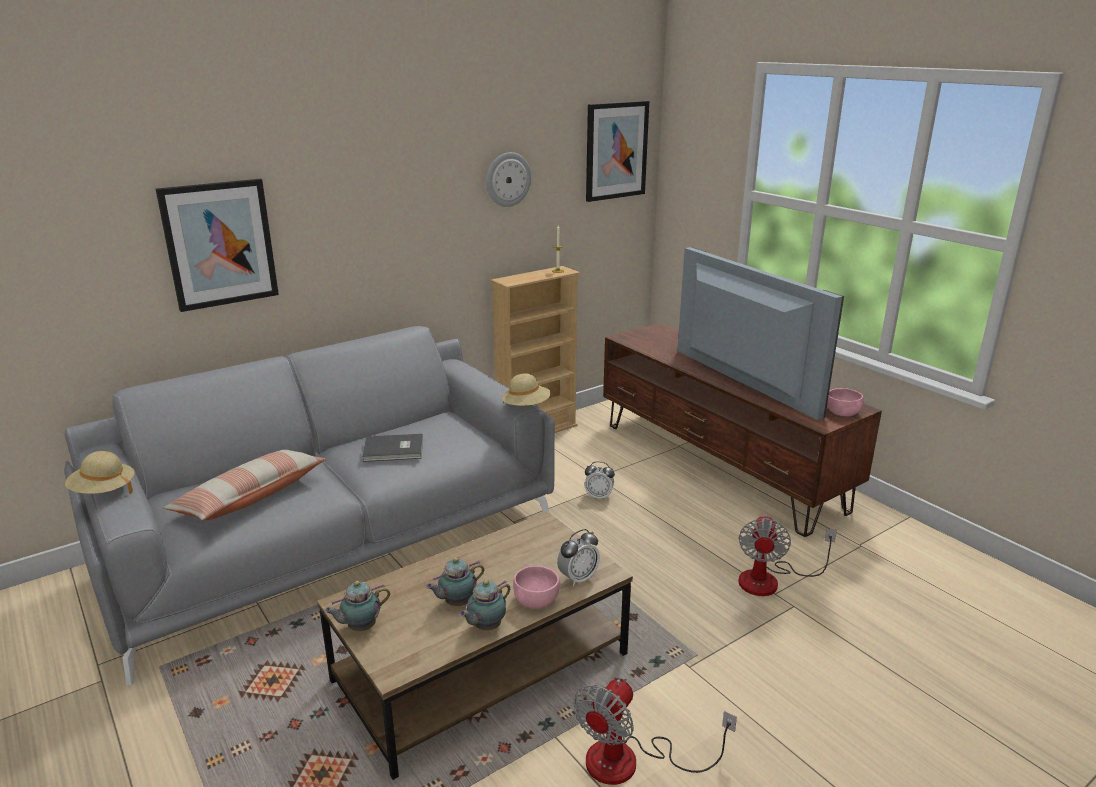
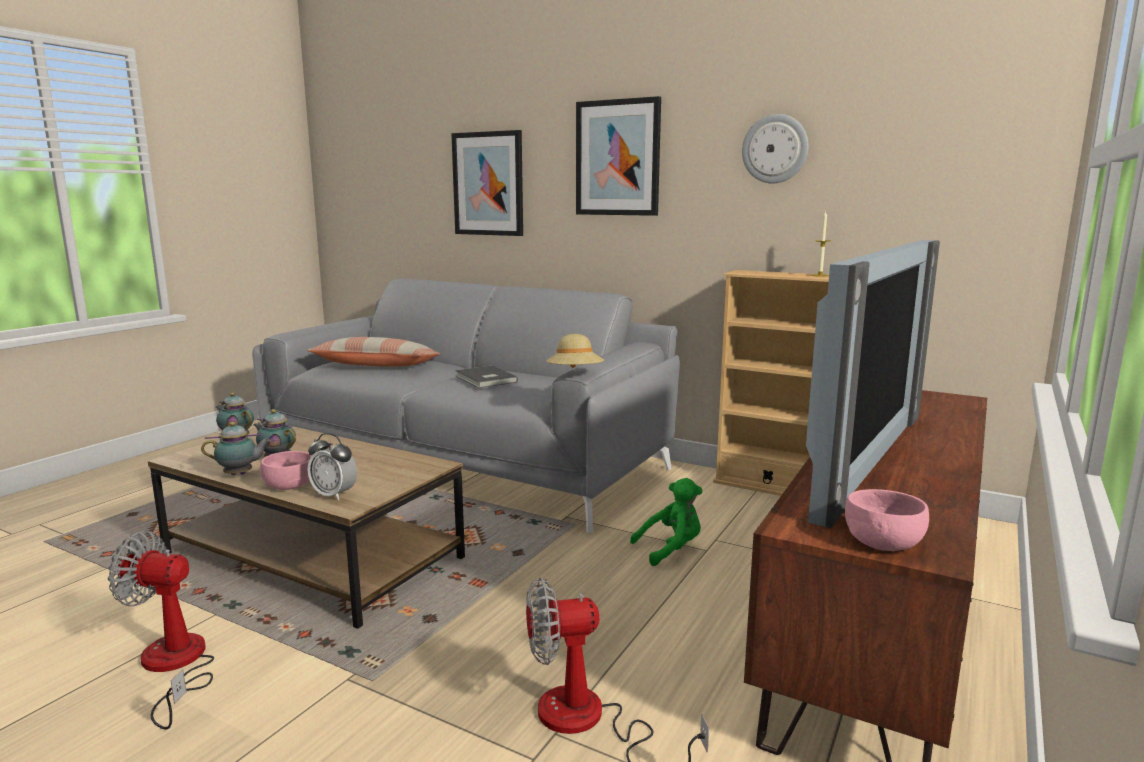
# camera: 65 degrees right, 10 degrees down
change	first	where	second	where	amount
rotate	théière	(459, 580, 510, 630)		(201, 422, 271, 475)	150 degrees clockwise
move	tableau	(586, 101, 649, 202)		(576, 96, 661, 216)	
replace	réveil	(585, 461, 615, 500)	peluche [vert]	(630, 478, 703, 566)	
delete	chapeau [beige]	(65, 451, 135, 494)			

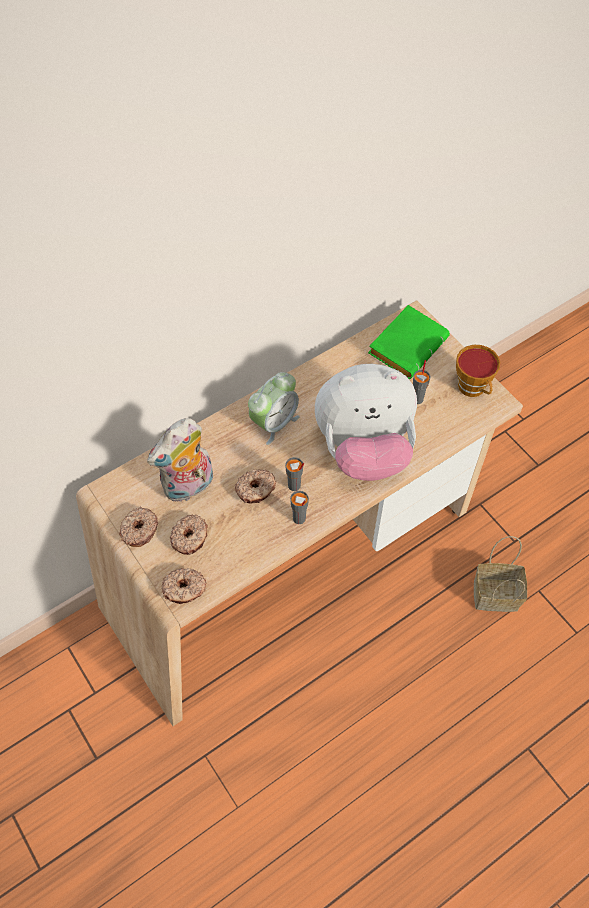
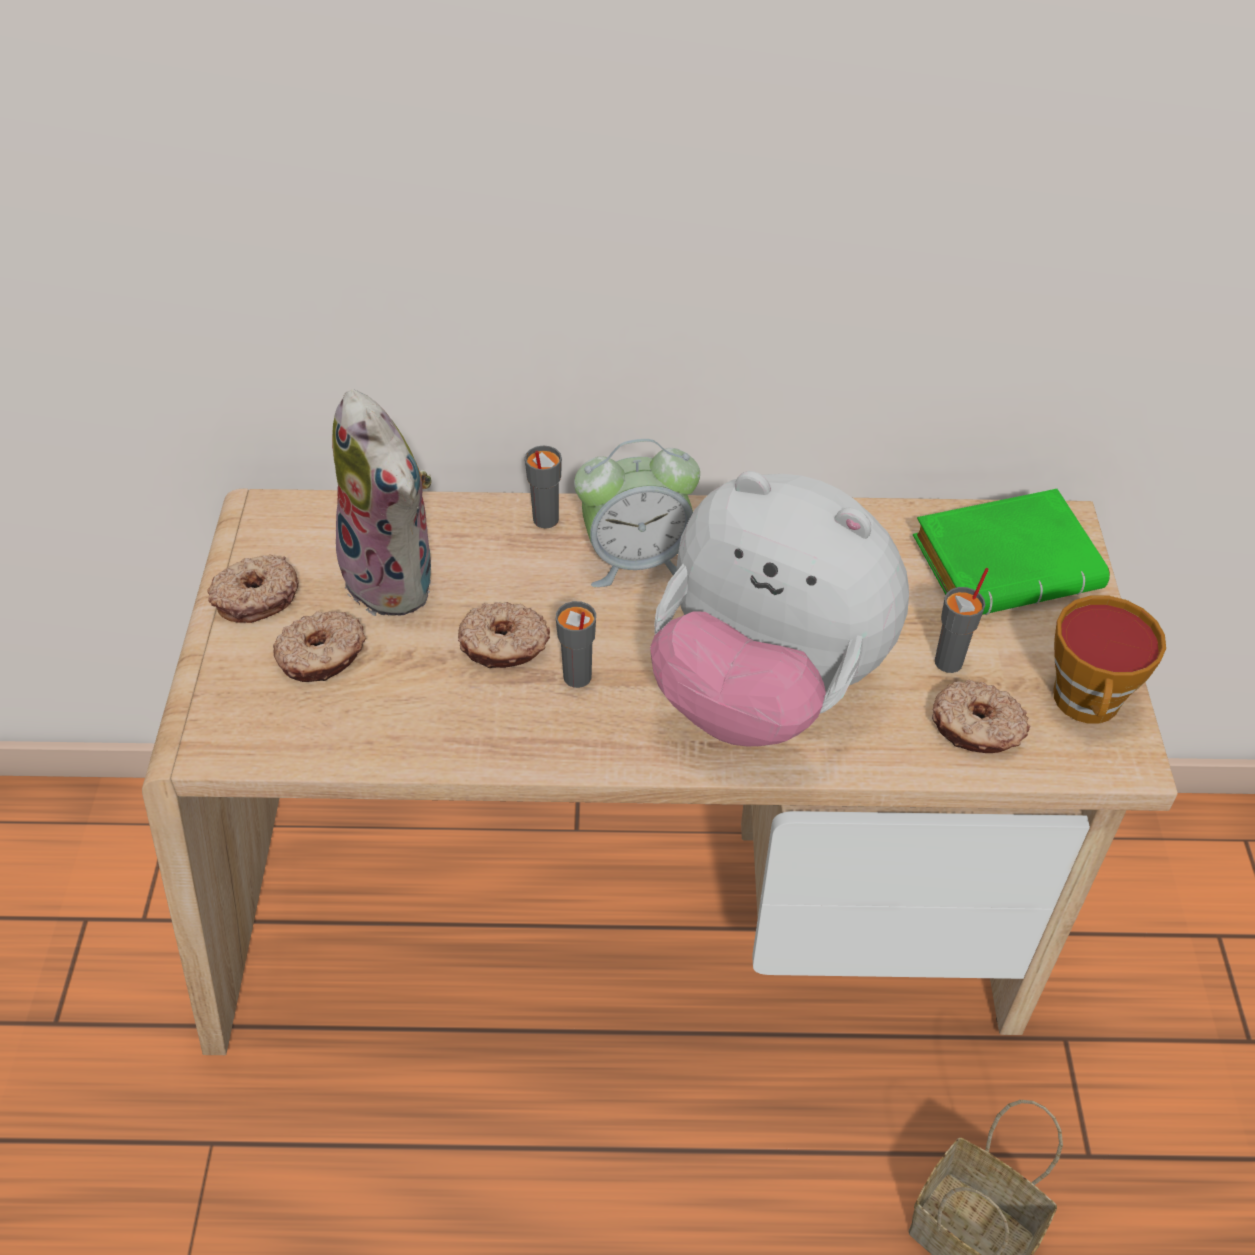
# camera: 35 degrees right, 10 degrees down
change	first	where	second	where	amount
rotate	peluche	(147, 418, 213, 502)		(332, 390, 433, 616)	120 degrees counterclockwise
move	tasse [gris]	(290, 491, 309, 524)		(525, 445, 562, 529)	
move	beignet	(162, 568, 206, 604)		(932, 679, 1030, 753)	

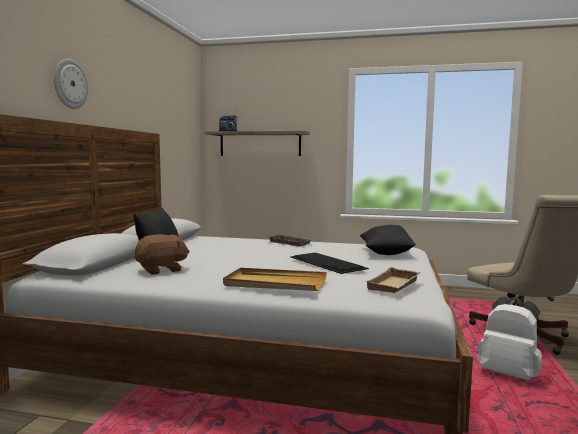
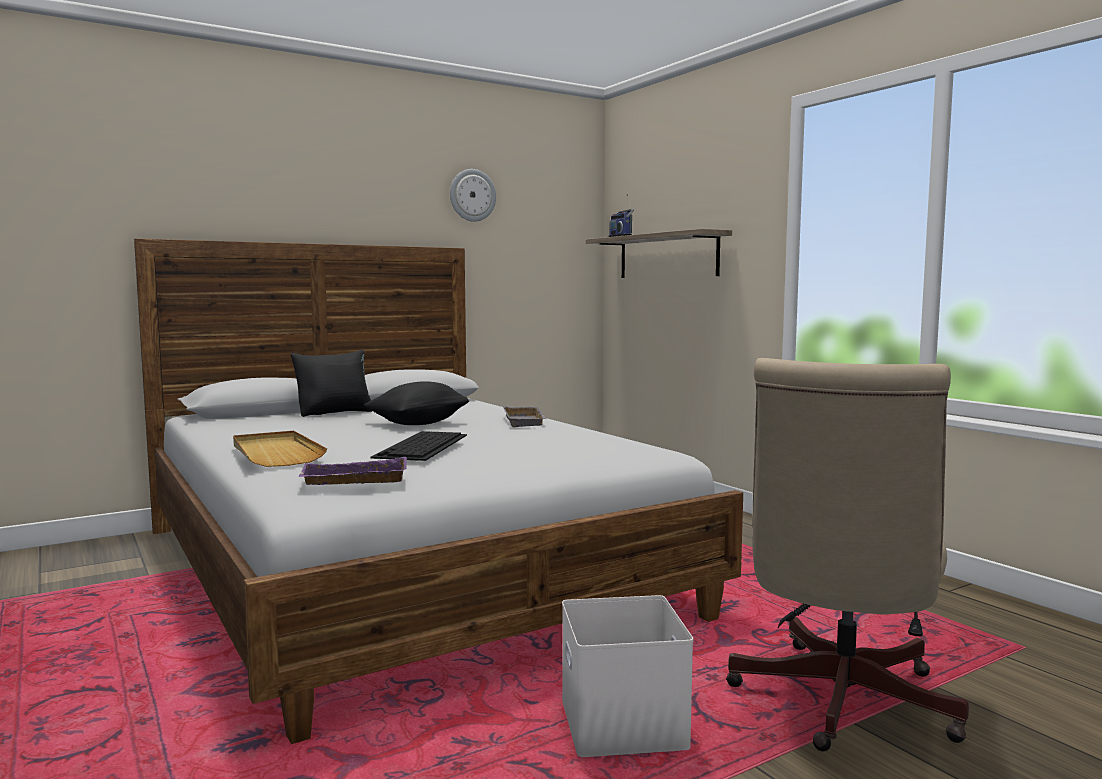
# camera: 45 degrees right, 0 degrees up
change	first	where	second	where	amount
recolor	plateau [beige]	(366, 267, 421, 293)	plateau [violet]	(298, 457, 407, 485)	
move	coussin [noir]	(360, 225, 416, 255)		(364, 381, 470, 425)	
move	horloge murale	(54, 59, 88, 109)		(450, 169, 496, 222)	
replace	sac à dos [blanc]	(477, 296, 542, 380)	boîte de rangement [blanc]	(562, 595, 694, 757)	
delete	peluche [marron]	(134, 234, 190, 275)			

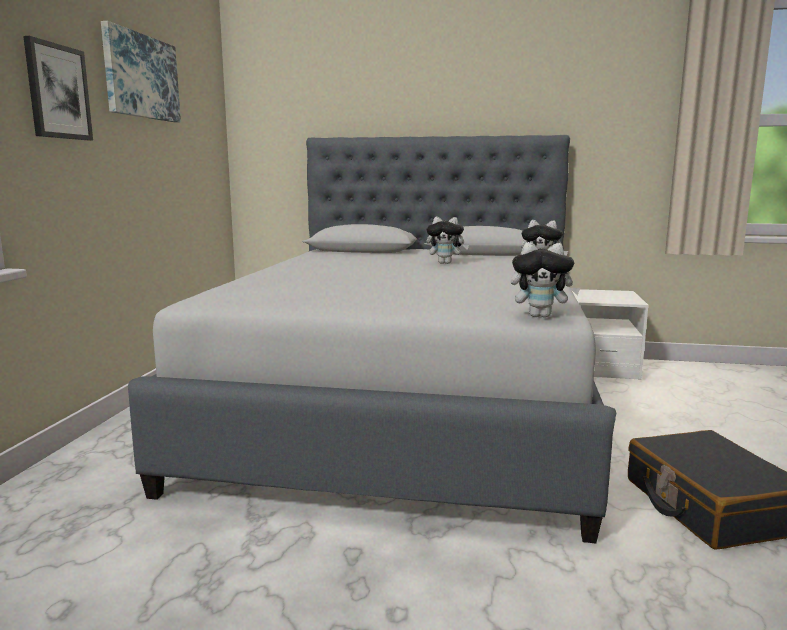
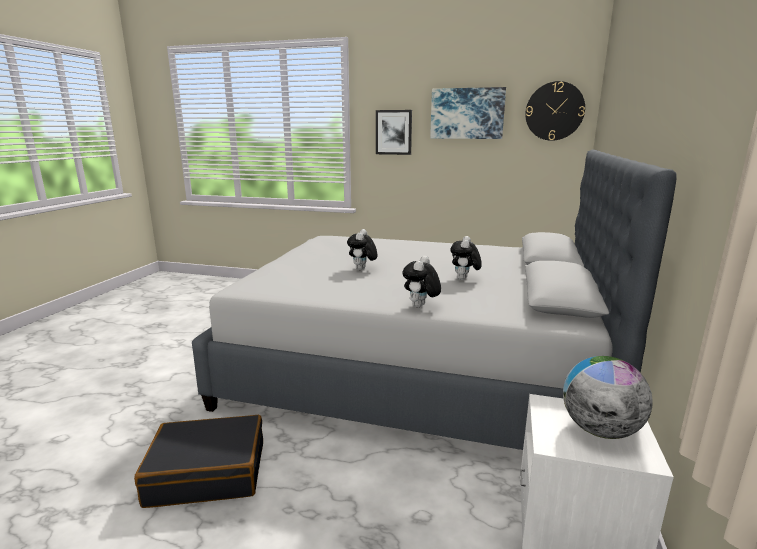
# camera: 95 degrees right, 5 degrees up
change	first	where	second	where	amount
move	peluche	(511, 242, 581, 318)		(347, 229, 378, 270)	
insert			horloge murale	(525, 81, 585, 141)	
insert			globe	(563, 356, 653, 439)	

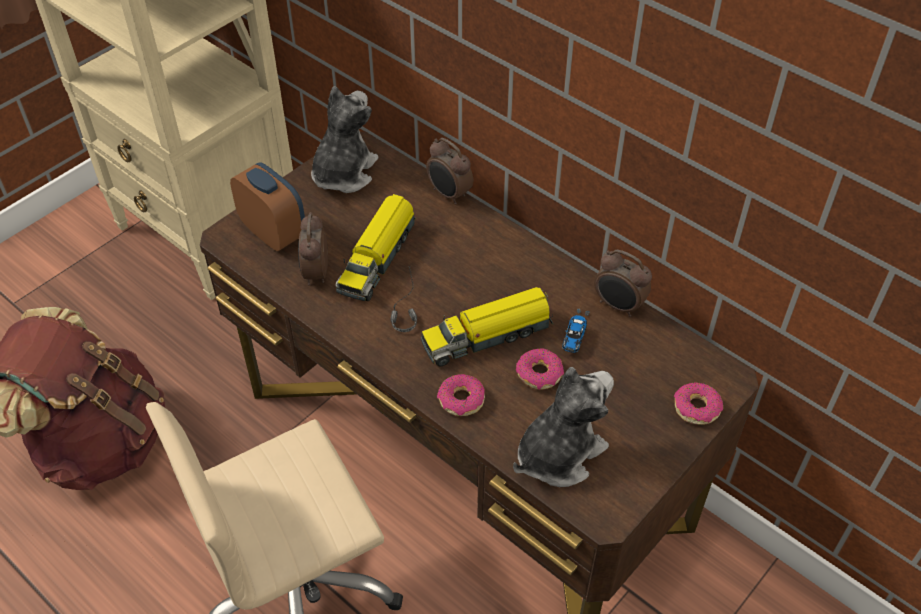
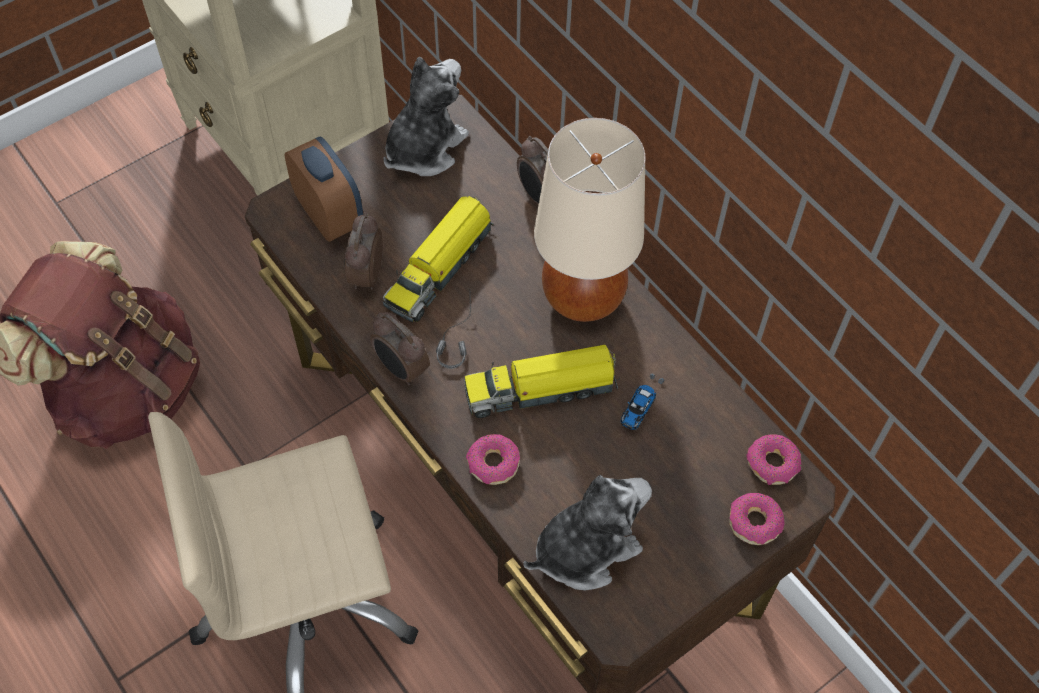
# camera: 10 degrees right, 10 degrees up
change	first	where	second	where	amount
move	réveil	(594, 250, 652, 317)		(370, 312, 430, 386)	
insert			lampe de table [beige]	(534, 118, 645, 322)	
move	beignet	(516, 348, 564, 390)		(746, 435, 801, 485)	

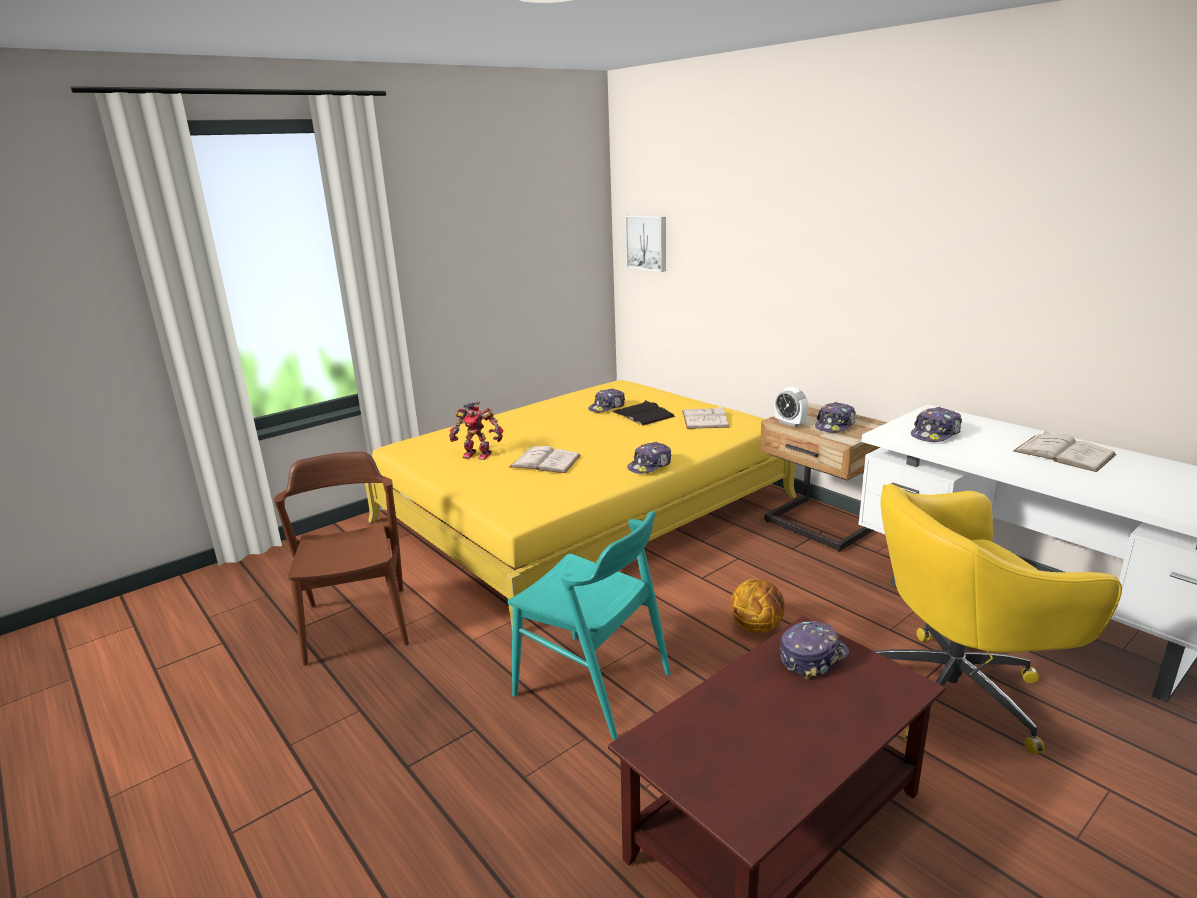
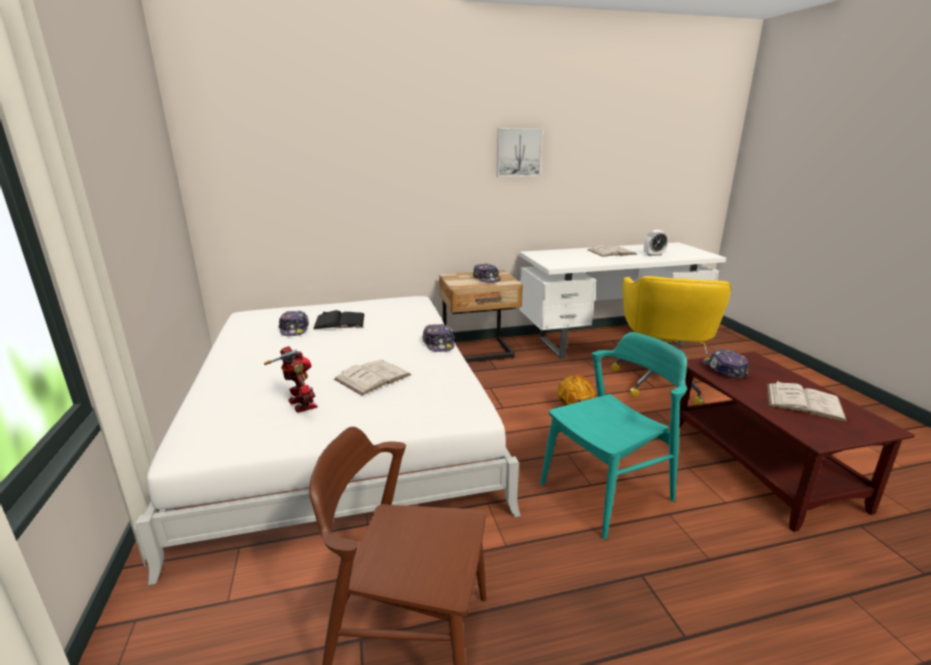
# camera: 65 degrees left, 0 degrees up
change	first	where	second	where	amount
recolor	lit [jaune]	(365, 380, 796, 628)	lit [blanc]	(135, 296, 521, 586)	
rotate	robot jouet	(449, 401, 503, 460)		(264, 346, 318, 413)	75 degrees counterclockwise
move	tableau	(625, 215, 666, 272)		(497, 128, 543, 177)	
move	réveil	(774, 387, 808, 427)		(644, 230, 668, 256)	
move	livre [blanc]	(682, 406, 729, 429)		(766, 381, 848, 422)	
delete	casquette	(911, 407, 962, 442)			

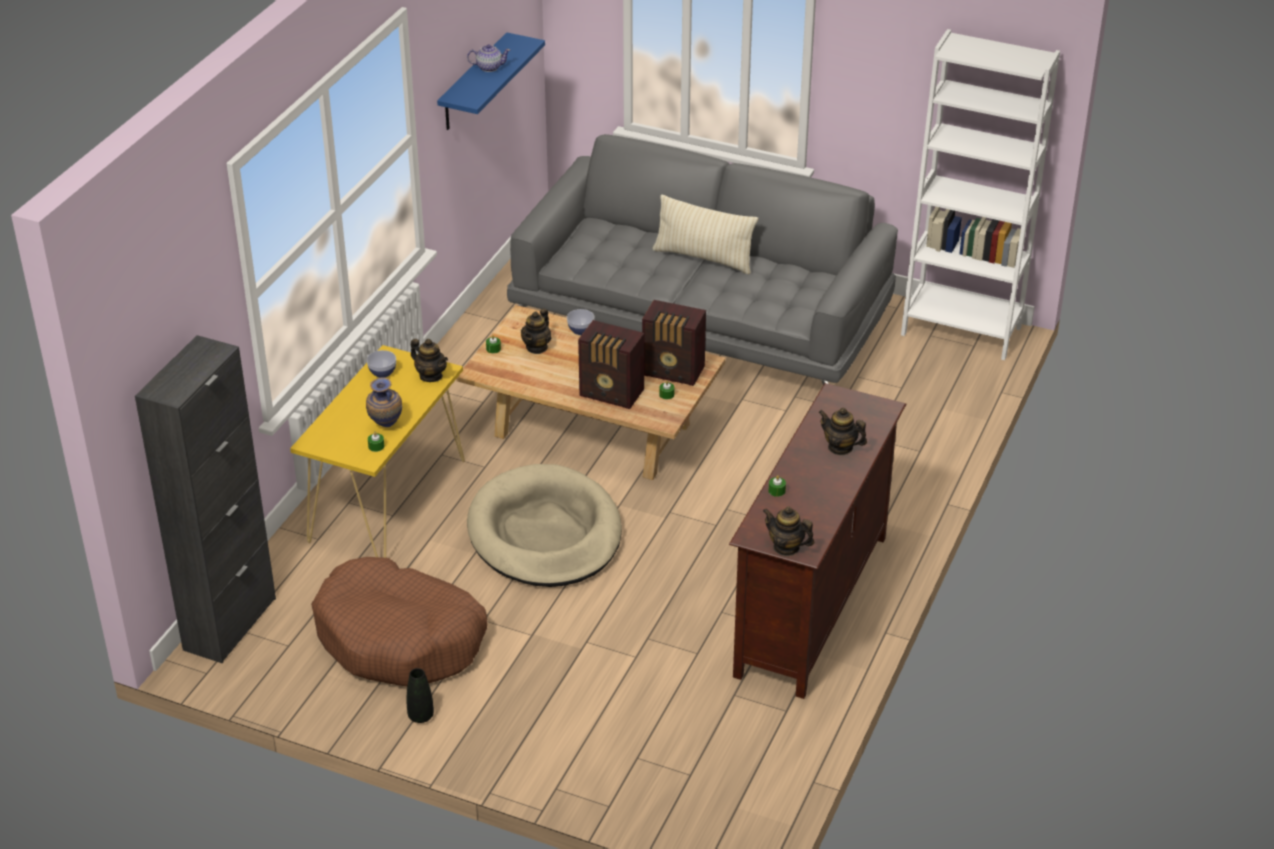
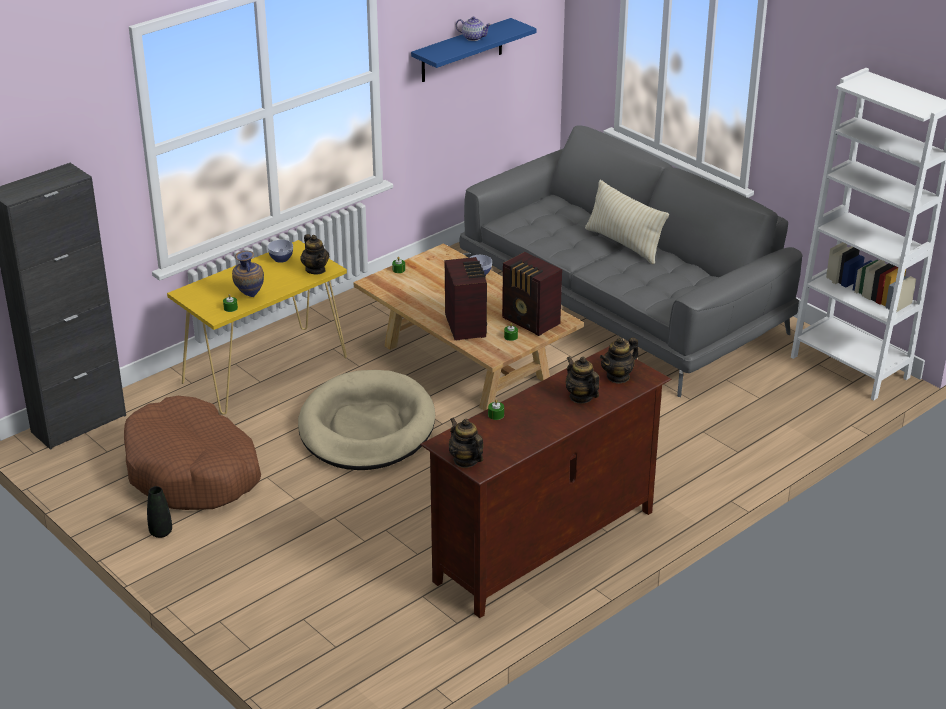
# camera: 25 degrees right, 5 degrees down
change	first	where	second	where	amount
rotate	radio	(578, 320, 644, 409)		(445, 257, 487, 340)	150 degrees counterclockwise
move	théière	(521, 308, 552, 354)		(600, 337, 639, 384)	

